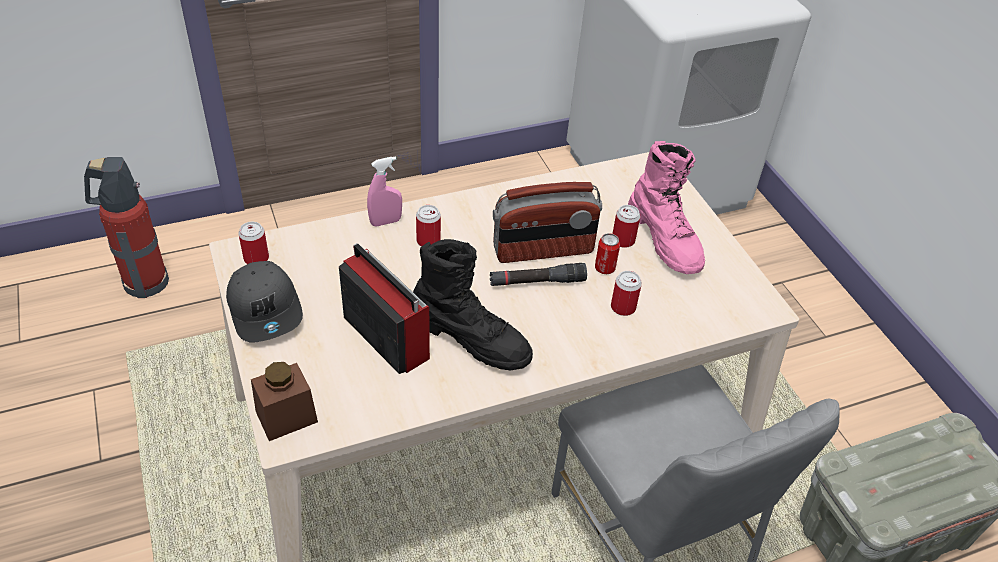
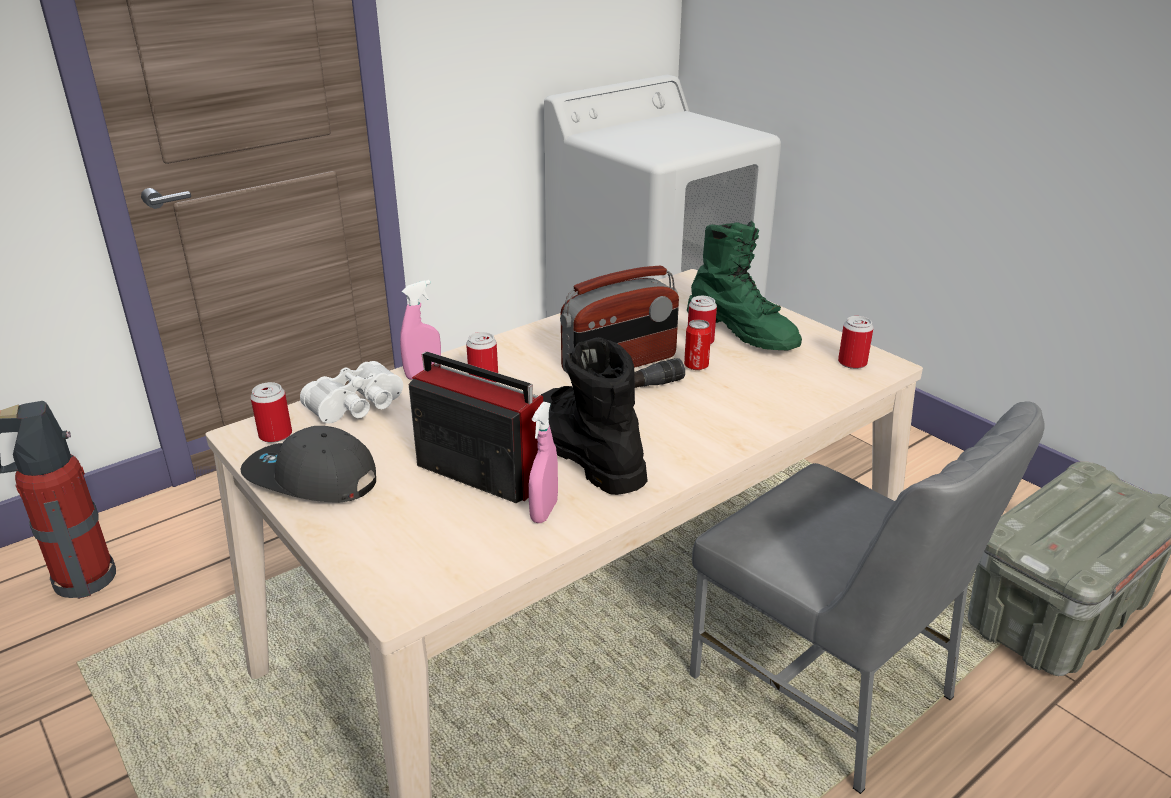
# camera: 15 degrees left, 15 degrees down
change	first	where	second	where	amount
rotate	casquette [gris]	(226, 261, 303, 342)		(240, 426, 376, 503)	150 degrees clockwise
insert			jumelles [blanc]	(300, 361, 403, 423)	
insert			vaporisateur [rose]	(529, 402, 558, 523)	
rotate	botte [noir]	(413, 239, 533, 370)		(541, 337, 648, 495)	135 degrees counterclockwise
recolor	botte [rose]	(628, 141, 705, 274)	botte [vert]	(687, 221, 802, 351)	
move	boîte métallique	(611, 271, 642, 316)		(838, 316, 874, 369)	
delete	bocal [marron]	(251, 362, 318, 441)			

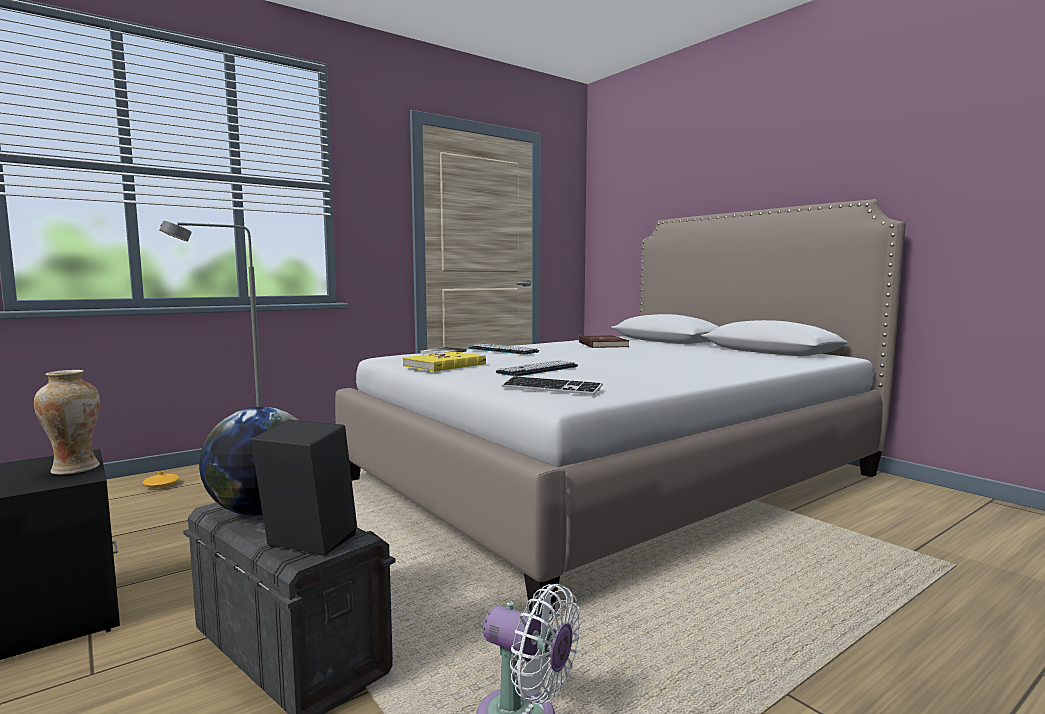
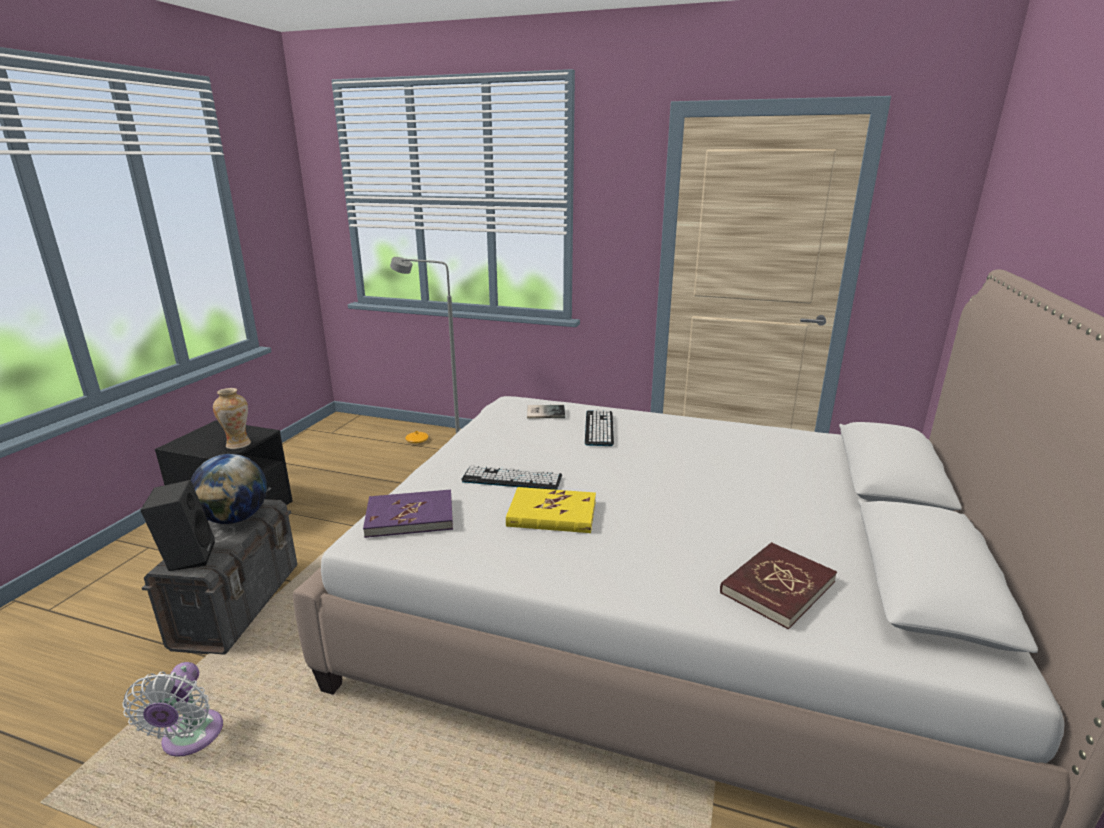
# camera: 55 degrees right, 15 degrees up
change	first	where	second	where	amount
replace	clavier	(502, 376, 603, 395)	livre [violet]	(363, 490, 453, 538)	
move	livre [jaune]	(403, 352, 486, 372)		(506, 487, 596, 533)	
move	livre [rouge]	(579, 335, 629, 348)		(720, 542, 837, 630)	

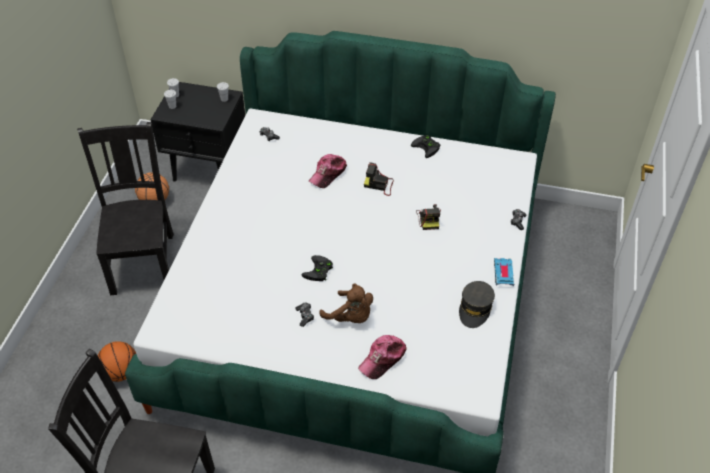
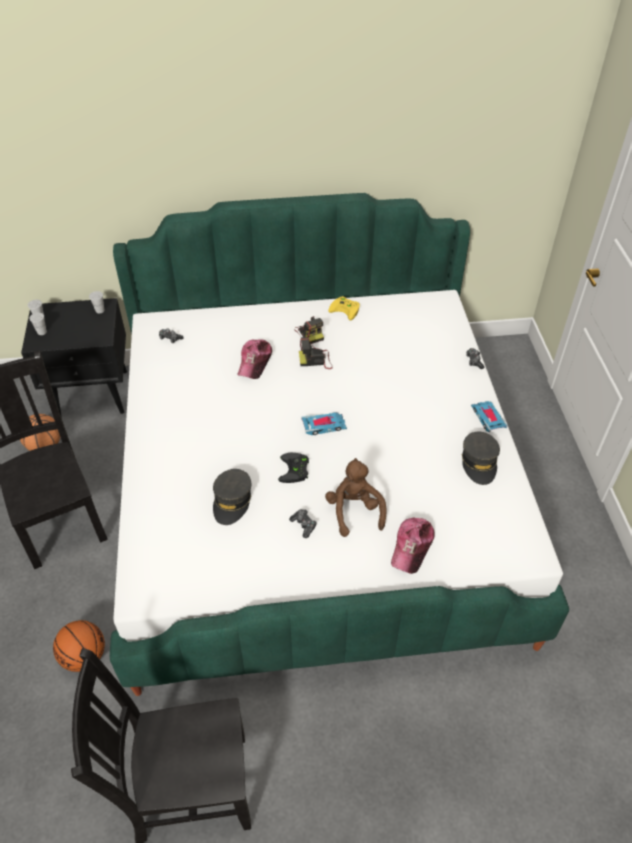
# camera: 20 degrees left, 0 degrees up
change	first	where	second	where	amount
insert			casquette [gris]	(213, 469, 251, 525)	
move	appareil photo	(416, 204, 441, 230)		(294, 316, 324, 344)	
insert			petite voiture	(301, 412, 347, 435)	
rotate	peluche [marron]	(319, 283, 373, 323)		(325, 458, 387, 537)	120 degrees counterclockwise
recolor	manette [noir]	(411, 135, 440, 158)	manette [jaune]	(328, 296, 360, 320)	

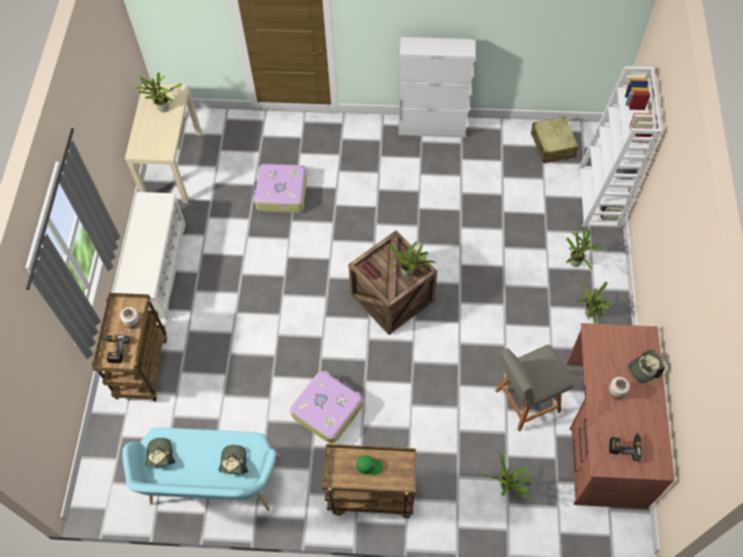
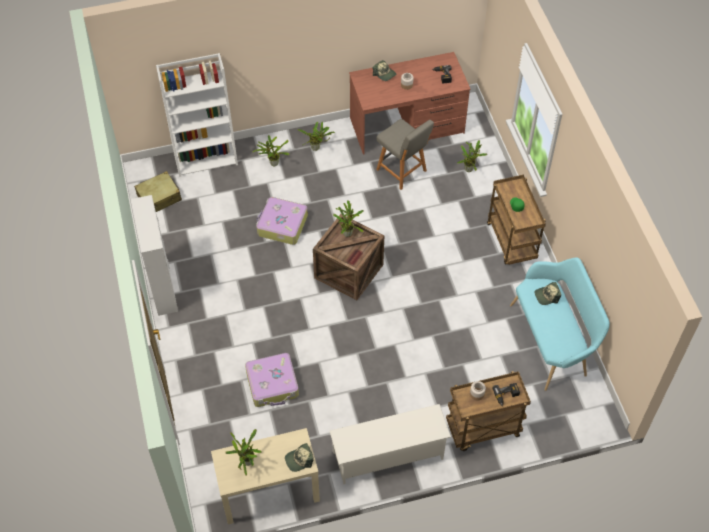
# camera: 110 degrees left, 5 degrees down
change	first	where	second	where	amount
move	valise	(290, 371, 363, 444)		(256, 197, 308, 245)	
move	casquette	(146, 438, 175, 467)		(285, 443, 313, 472)	

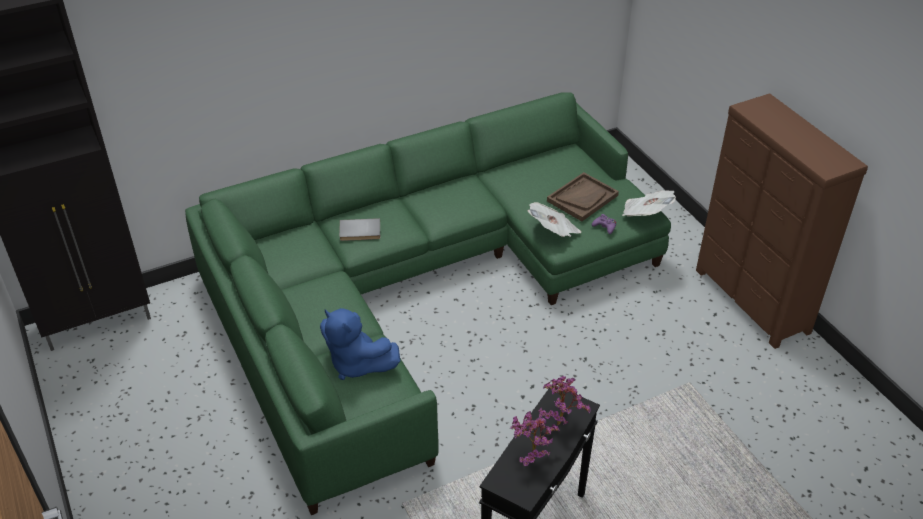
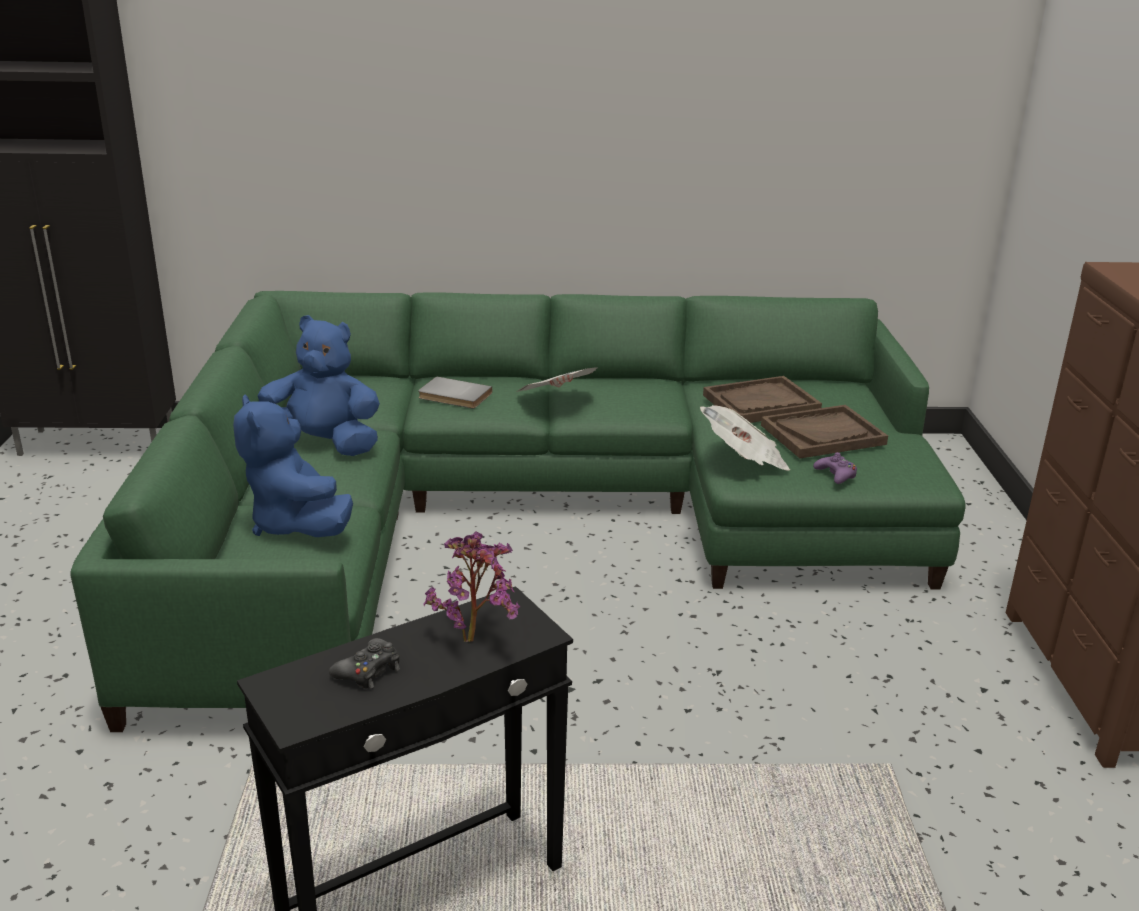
# camera: 25 degrees right, 15 degrees down
change	first	where	second	where	amount
insert			peluche [bleu]	(258, 315, 380, 456)	
replace	plante en pot	(511, 411, 560, 466)	manette [noir]	(329, 638, 400, 689)	
move	journal	(622, 191, 676, 216)		(516, 367, 598, 392)	
insert			plateau [marron]	(703, 376, 822, 423)	

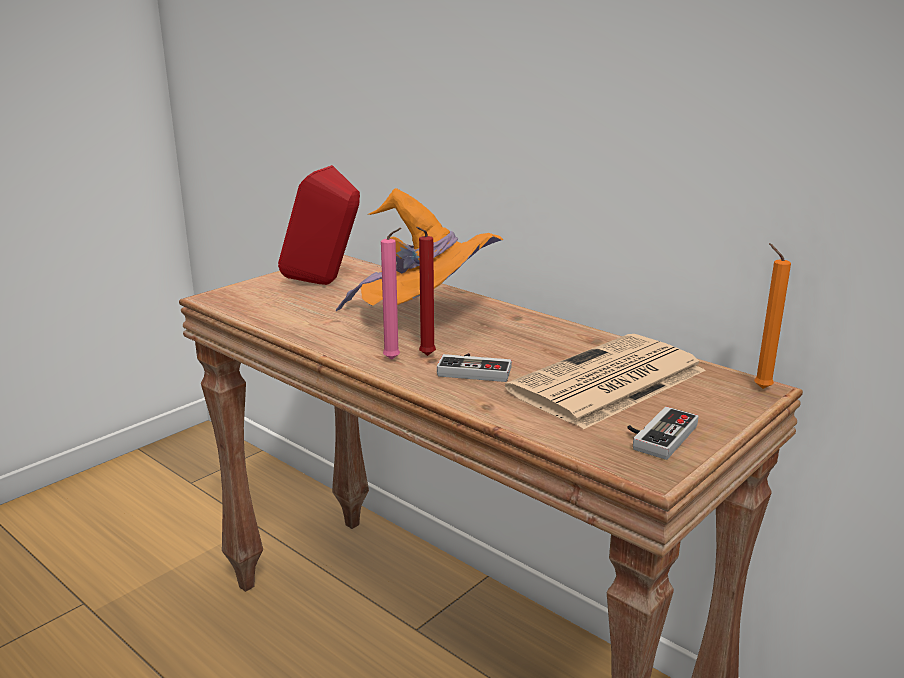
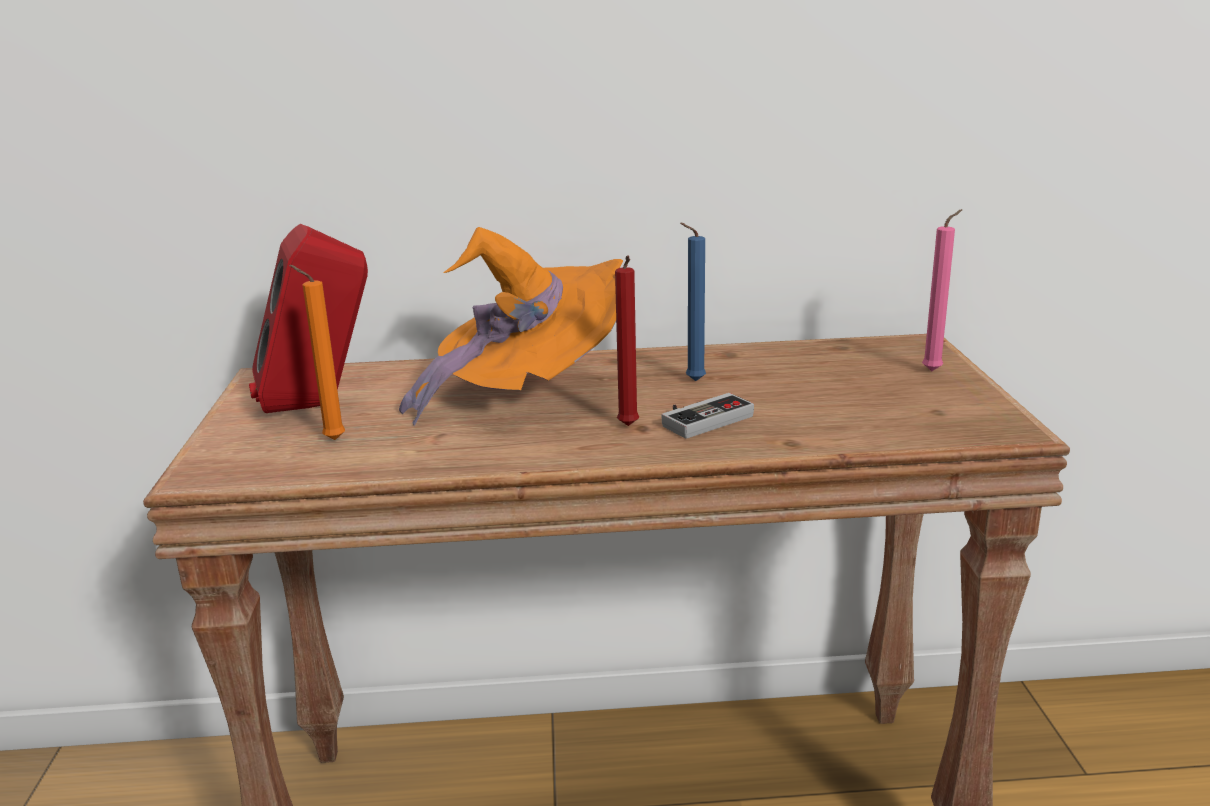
# camera: 45 degrees left, 0 degrees up
change	first	where	second	where	amount
move	bougie [orange]	(754, 243, 791, 389)		(289, 265, 345, 440)	
insert			bougie [bleu]	(680, 223, 706, 381)	
move	bougie [rose]	(381, 228, 402, 360)		(922, 209, 962, 371)	
delete	journal	(505, 334, 706, 429)			
delete	manette	(627, 407, 699, 460)			

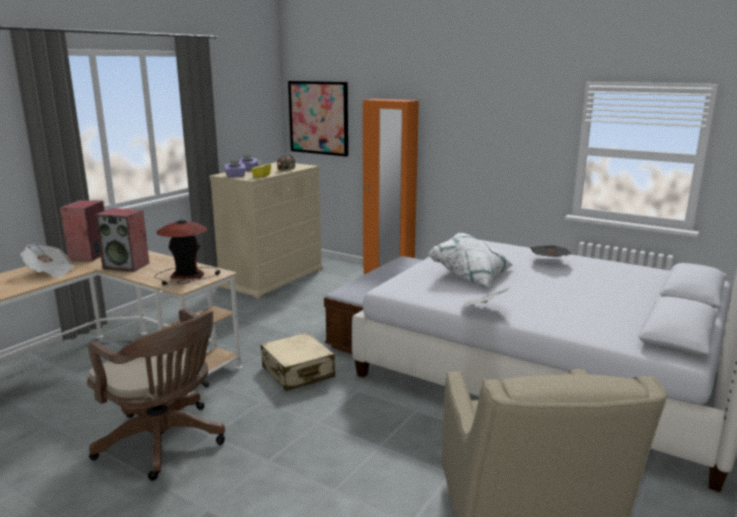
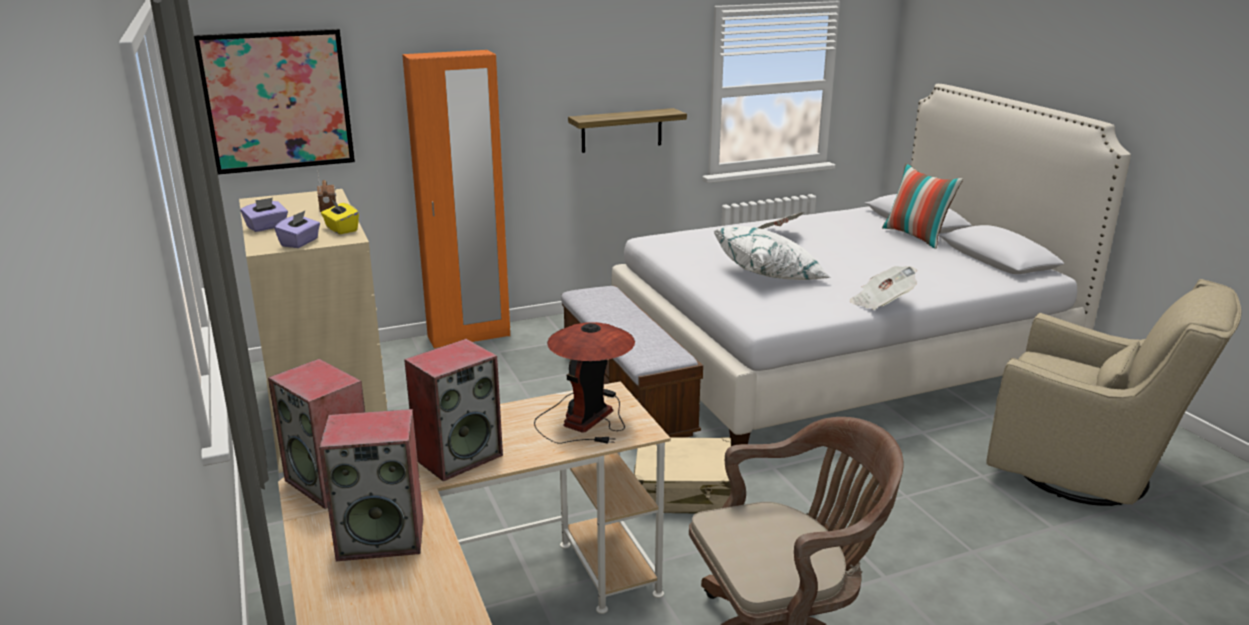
# camera: 55 degrees left, 5 degrees up
change	first	where	second	where	amount
replace	journal	(20, 244, 74, 278)	enceinte	(319, 409, 423, 561)	
insert			étagère	(568, 108, 687, 153)	
insert			coussin	(882, 163, 963, 249)	

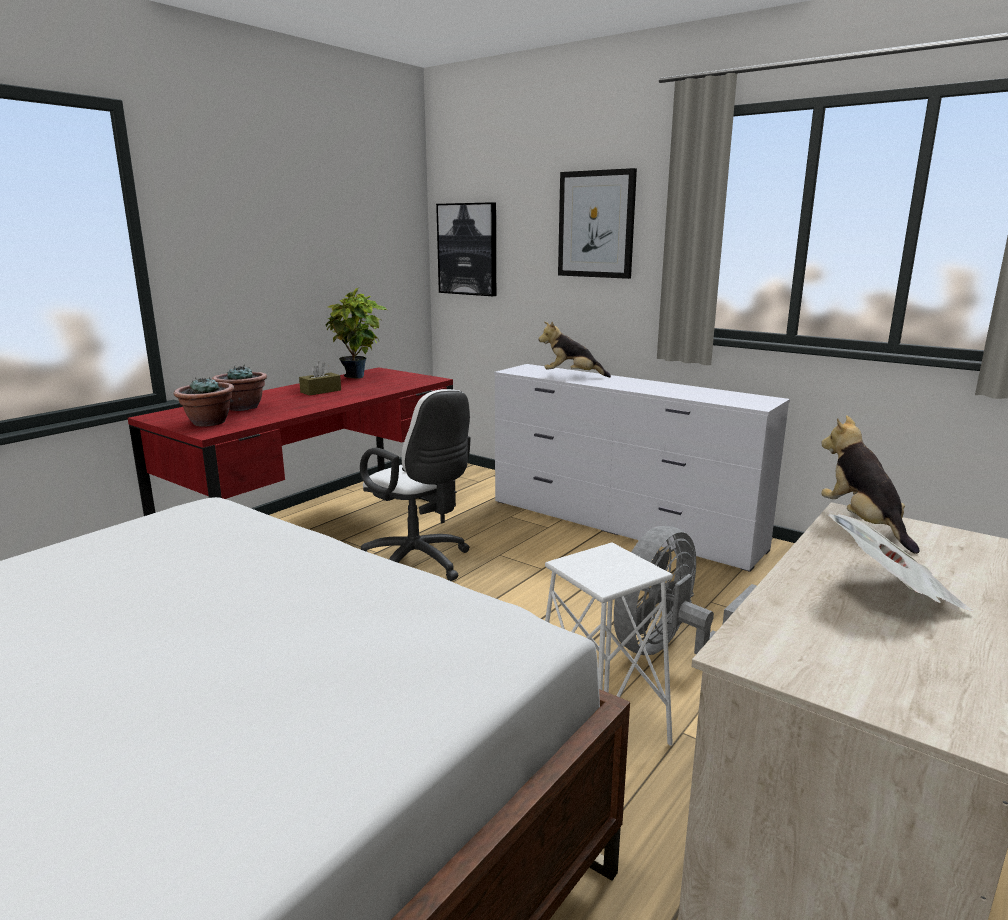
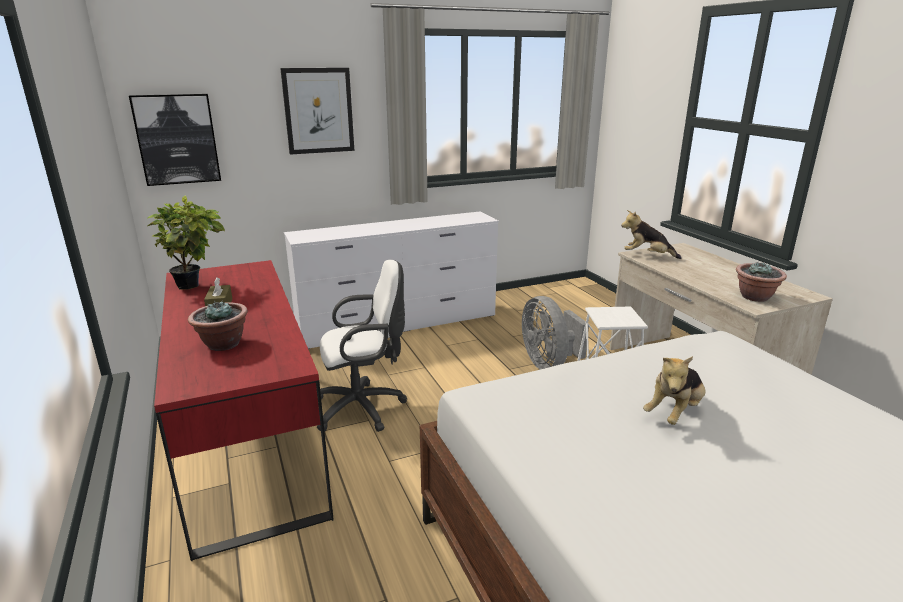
# camera: 60 degrees left, 5 degrees up
change	first	where	second	where	amount
move	peluche	(538, 321, 611, 377)		(643, 356, 705, 425)	
move	plante en pot	(174, 377, 234, 426)		(736, 262, 787, 302)	
delete	journal	(827, 514, 974, 612)			

